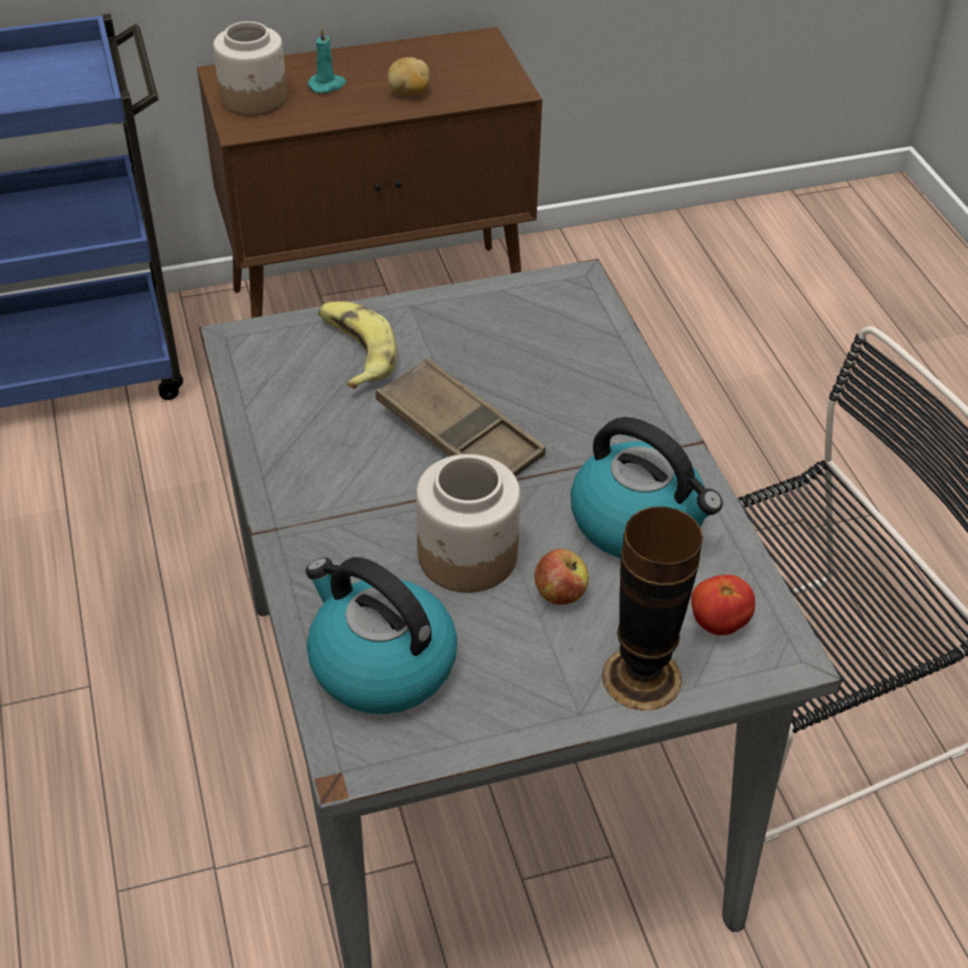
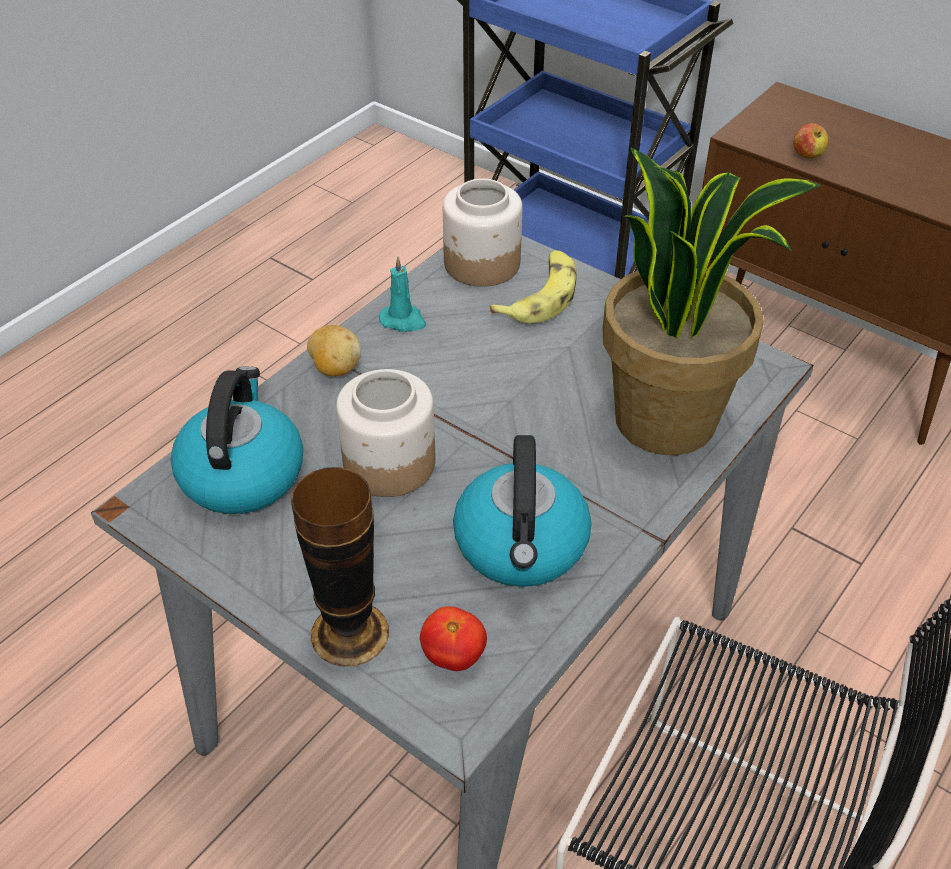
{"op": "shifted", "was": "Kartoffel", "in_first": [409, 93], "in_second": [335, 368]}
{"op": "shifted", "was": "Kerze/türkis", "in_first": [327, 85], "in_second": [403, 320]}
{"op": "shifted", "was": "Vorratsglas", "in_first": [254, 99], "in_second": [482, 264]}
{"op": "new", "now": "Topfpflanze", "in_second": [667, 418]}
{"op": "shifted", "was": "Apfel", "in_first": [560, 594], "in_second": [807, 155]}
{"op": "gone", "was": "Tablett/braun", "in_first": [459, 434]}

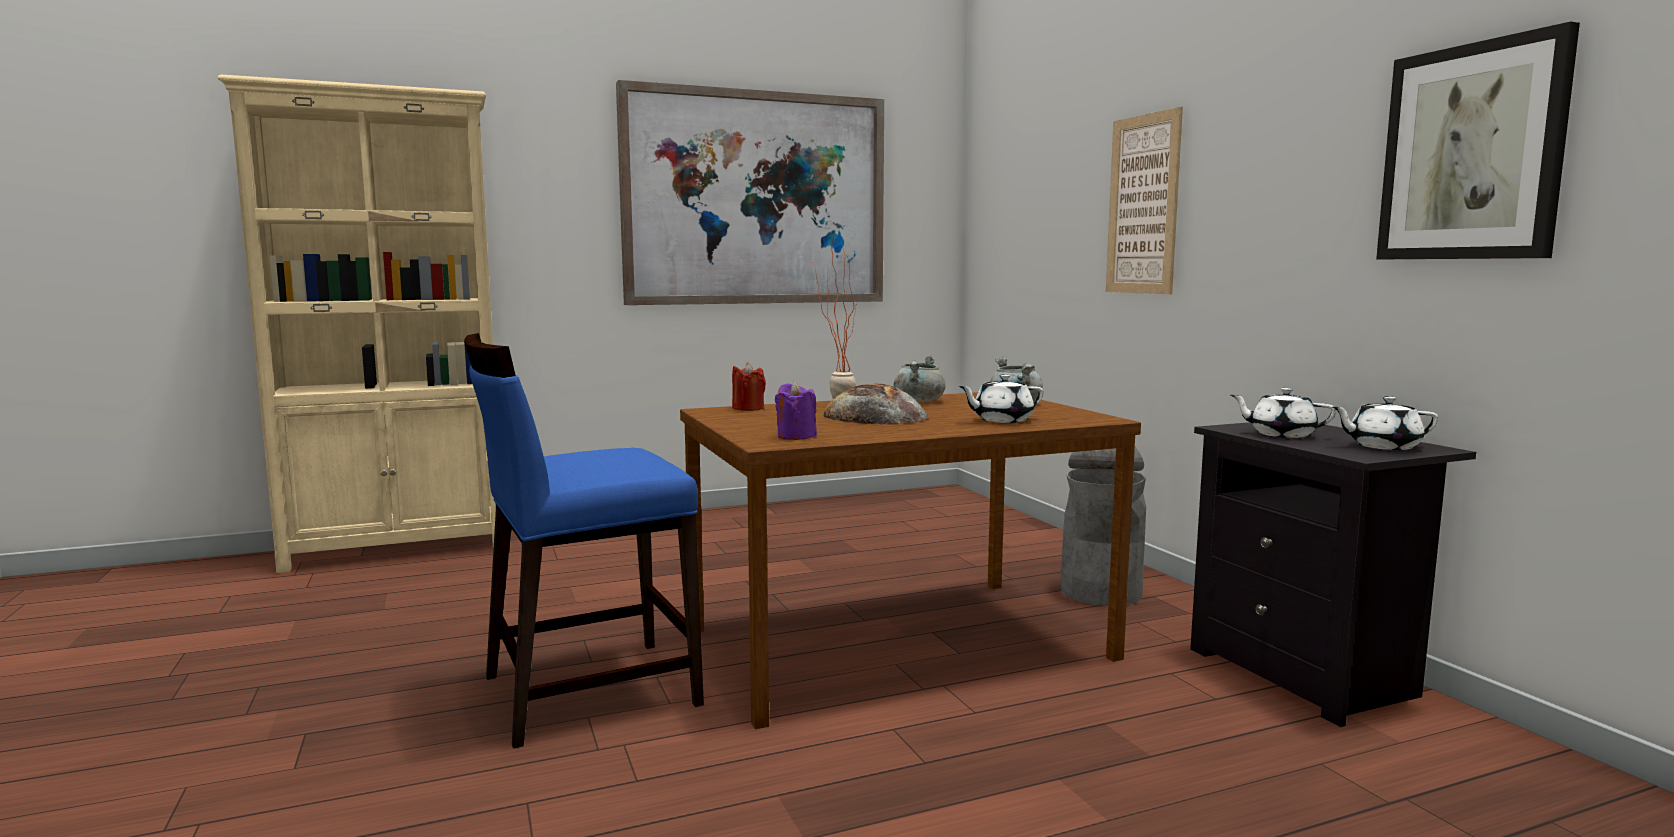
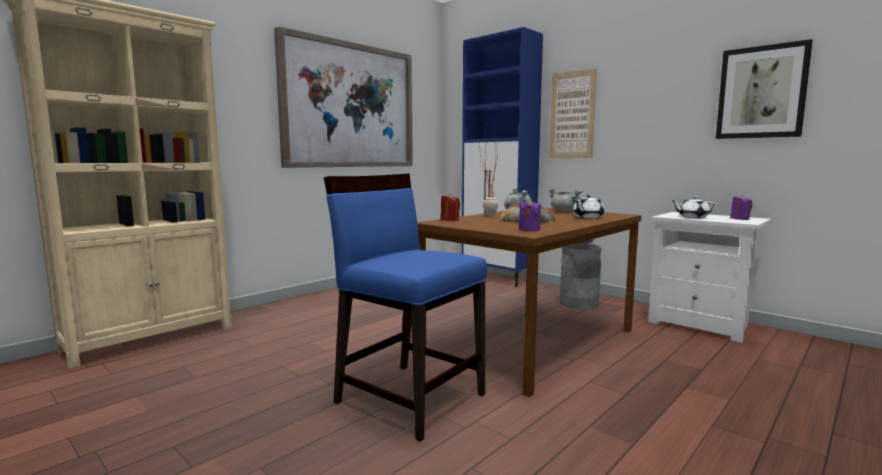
{"op": "rotated", "was": "Stuhl/blau", "in_first": [587, 690], "in_second": [410, 397], "clockwise": 90}
{"op": "new", "now": "Schrank/blau", "in_second": [498, 278]}
{"op": "repainted", "was": "Nachttisch/schwarz", "now": "Nachttisch/weiß", "in_first": [1307, 675], "in_second": [701, 324]}
{"op": "swapped", "was": "Teekanne/weiß", "now": "Kerze/lila", "in_first": [1382, 446], "in_second": [740, 219]}

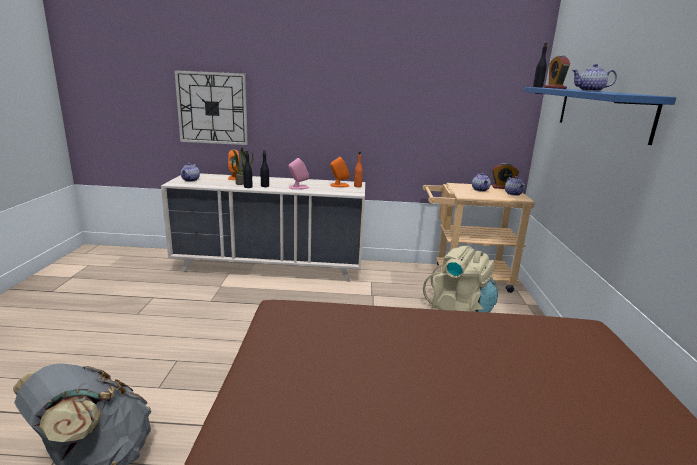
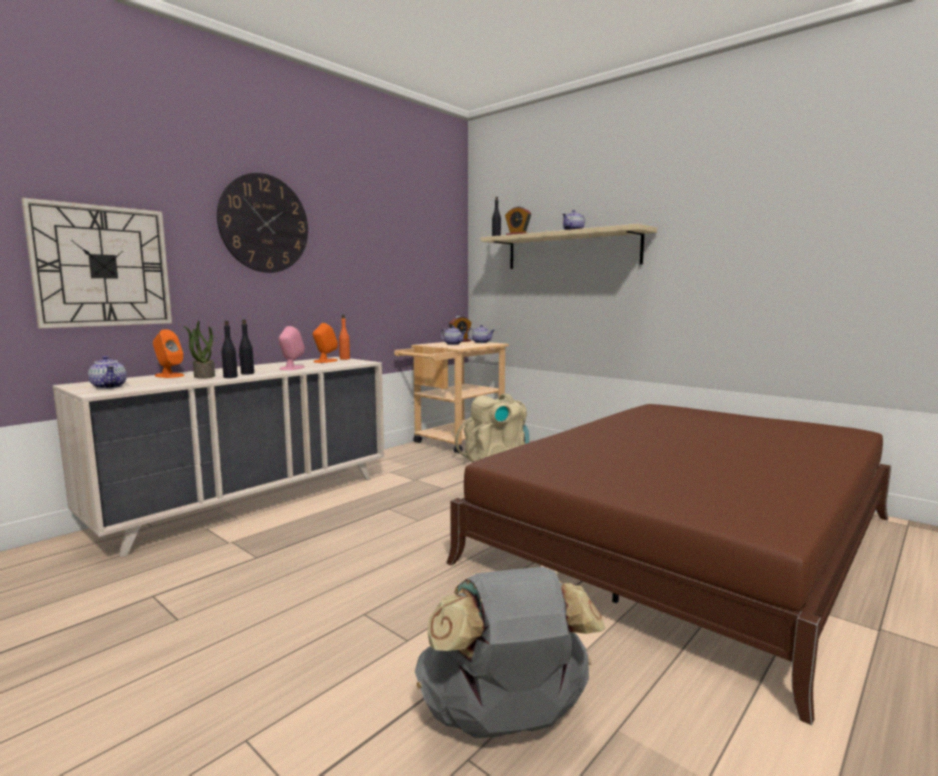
{"op": "new", "now": "Wanduhr", "in_second": [264, 223]}
{"op": "repainted", "was": "Wandregal/blau", "now": "Wandregal/beige", "in_first": [602, 112], "in_second": [571, 250]}

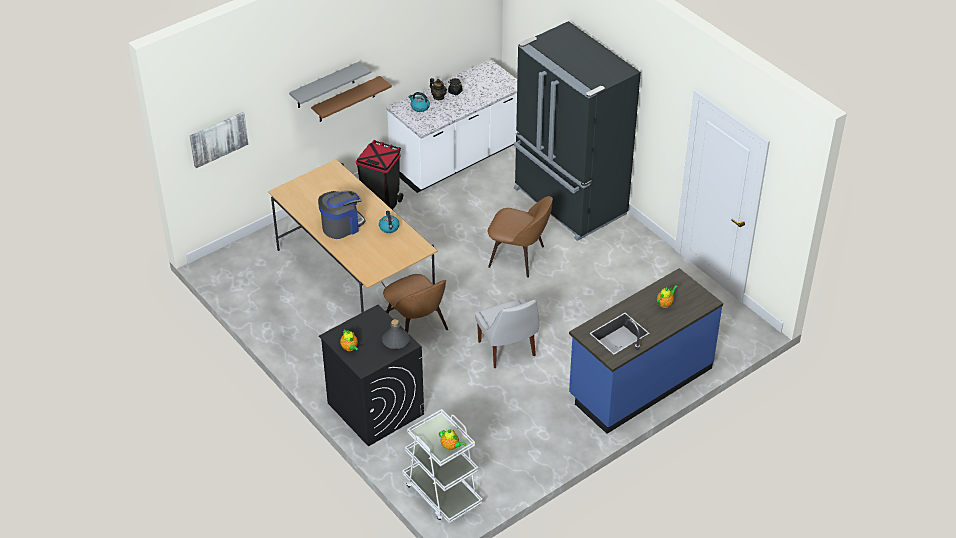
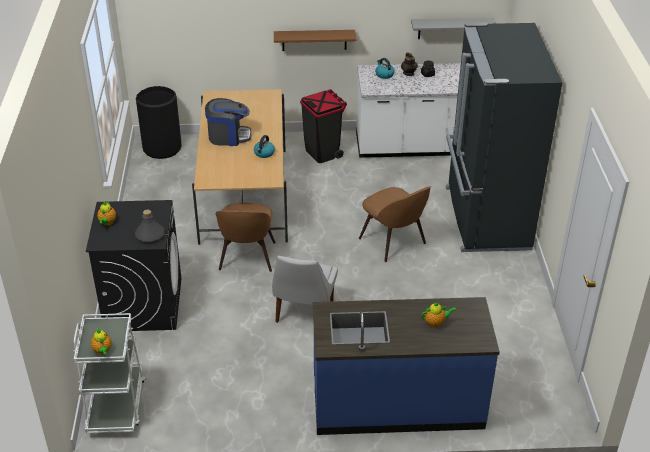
{"op": "new", "now": "Mülleimer/schwarz", "in_second": [162, 148]}
{"op": "shifted", "was": "Wandregal/grau", "in_first": [325, 85], "in_second": [450, 28]}
{"op": "gone", "was": "Bild", "in_first": [218, 139]}

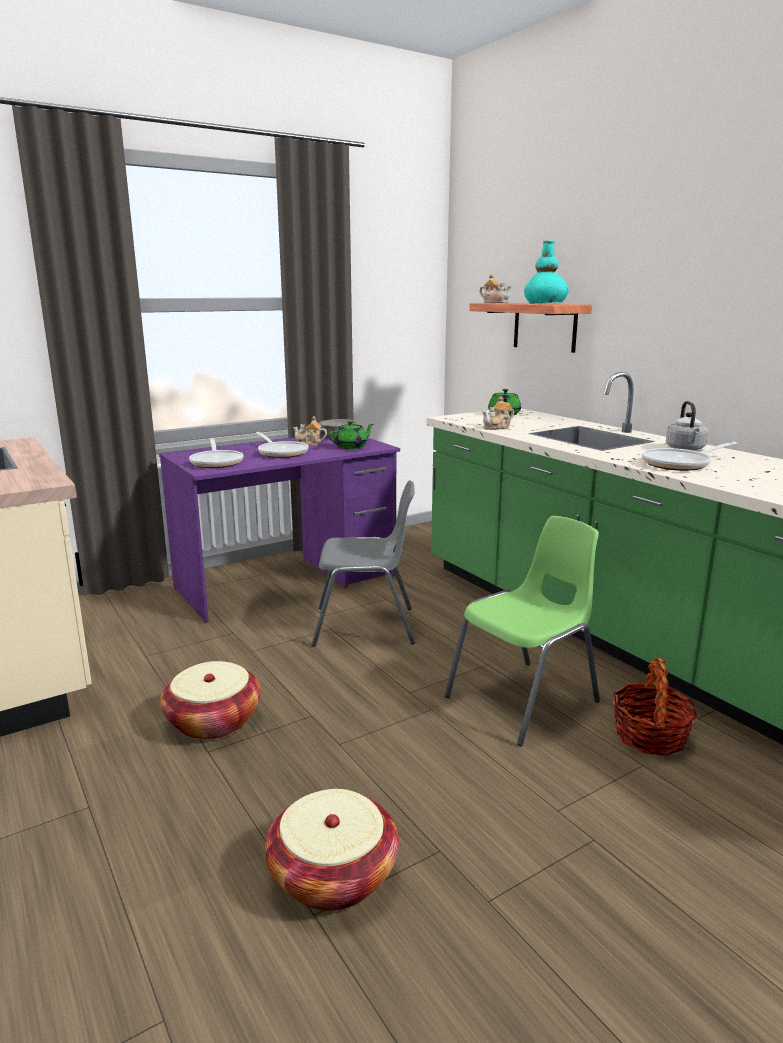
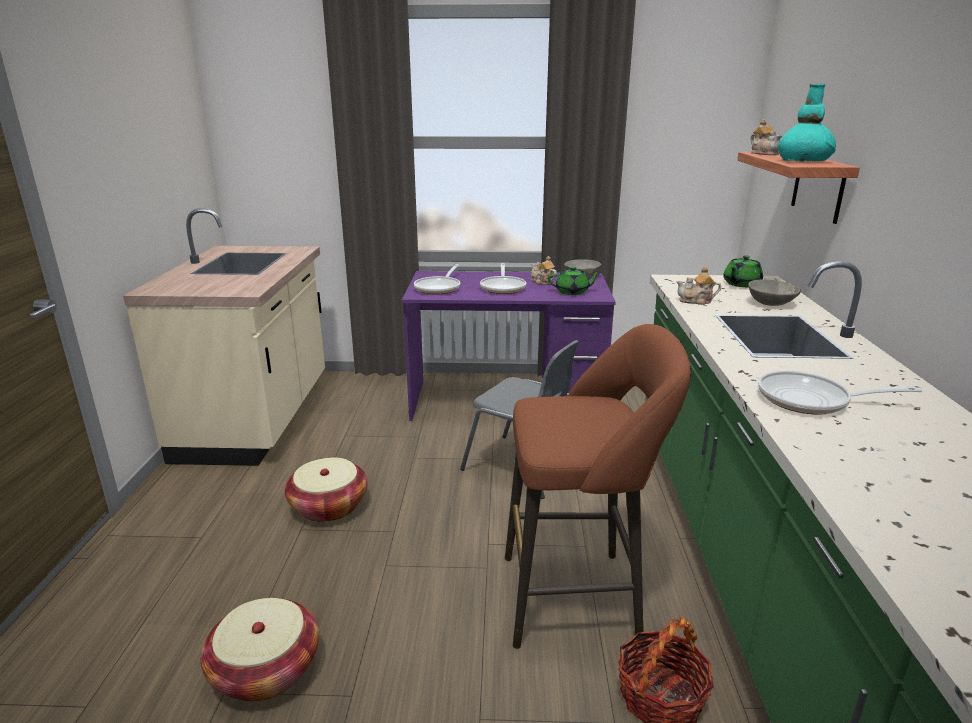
{"op": "swapped", "was": "Stuhl/grün", "now": "Hocker/braun", "in_first": [525, 700], "in_second": [578, 597]}
{"op": "new", "now": "Schüssel/grau", "in_second": [770, 303]}
{"op": "gone", "was": "Wasserkessel/grau", "in_first": [686, 449]}

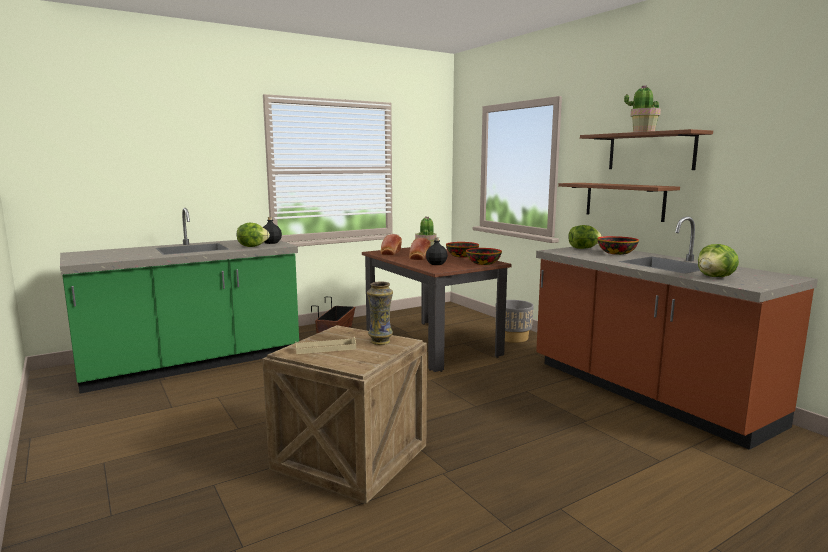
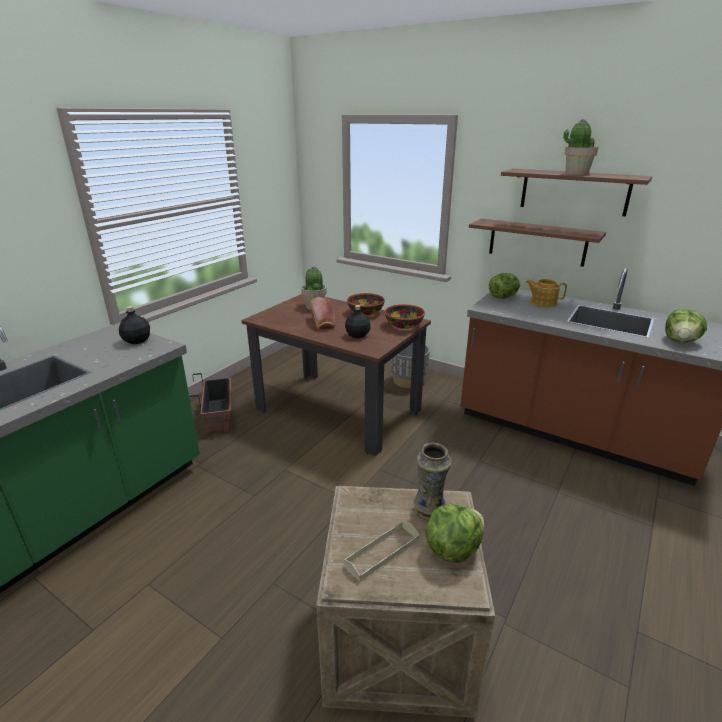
{"op": "shifted", "was": "Salatkopf", "in_first": [252, 246], "in_second": [452, 548]}
{"op": "swapped", "was": "Schüssel", "now": "Teekanne", "in_first": [617, 253], "in_second": [543, 302]}
{"op": "gone", "was": "Brot", "in_first": [390, 253]}

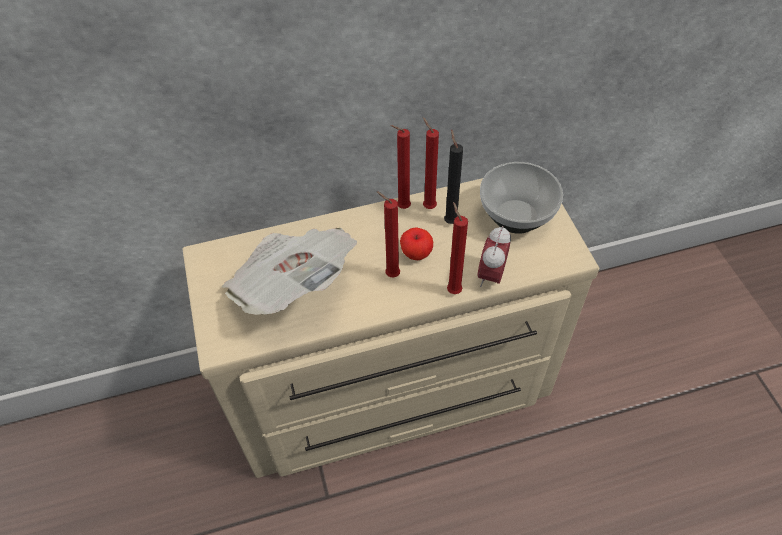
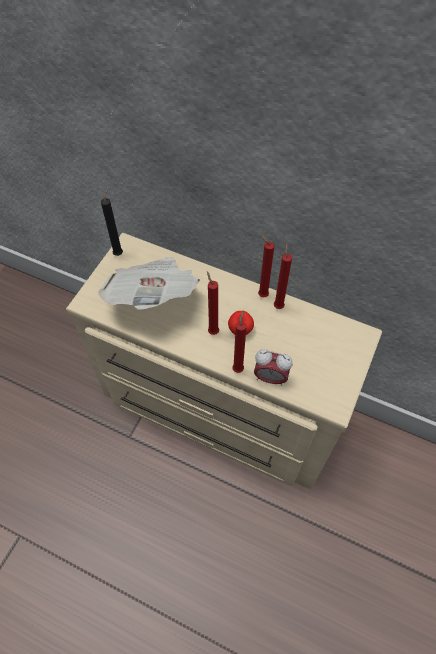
{"op": "shifted", "was": "Kerze/schwarz", "in_first": [450, 220], "in_second": [119, 253]}
{"op": "rotated", "was": "Wecker", "in_first": [491, 275], "in_second": [270, 377], "clockwise": -135}
{"op": "gone", "was": "Schüssel", "in_first": [516, 216]}

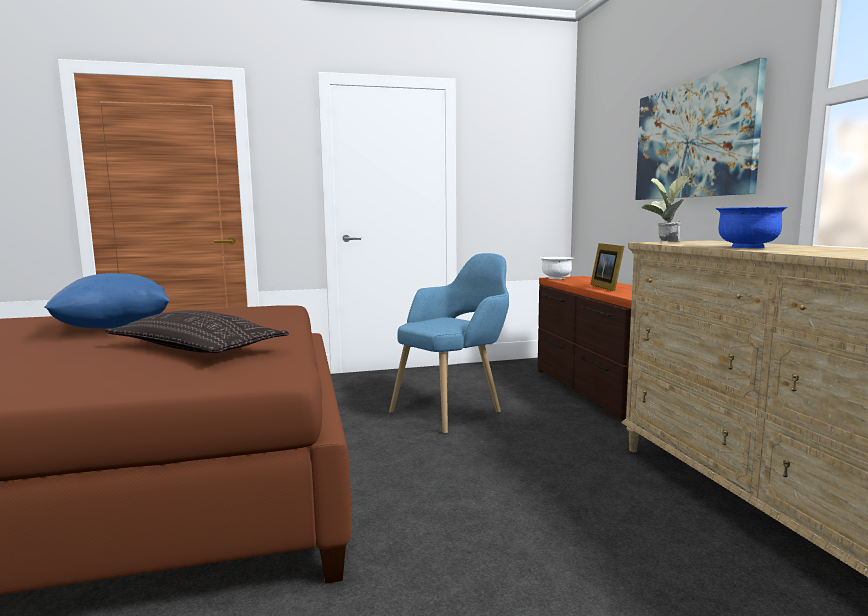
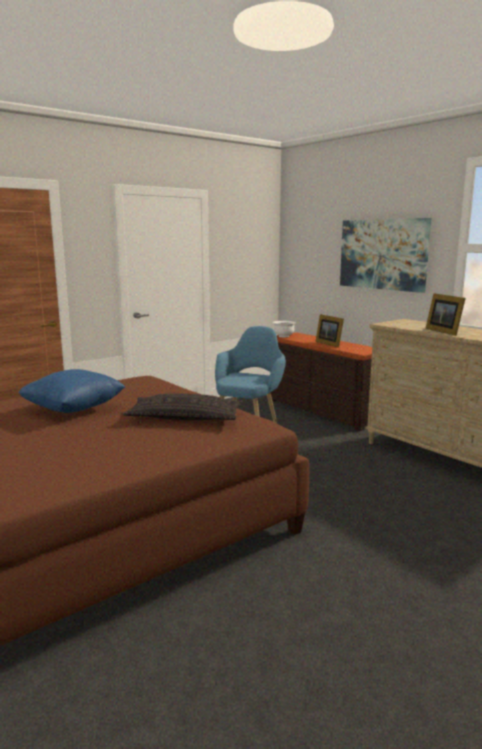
{"op": "swapped", "was": "Schüssel/blau", "now": "Bilderrahmen", "in_first": [747, 247], "in_second": [444, 331]}
{"op": "gone", "was": "Topfpflanze", "in_first": [664, 242]}

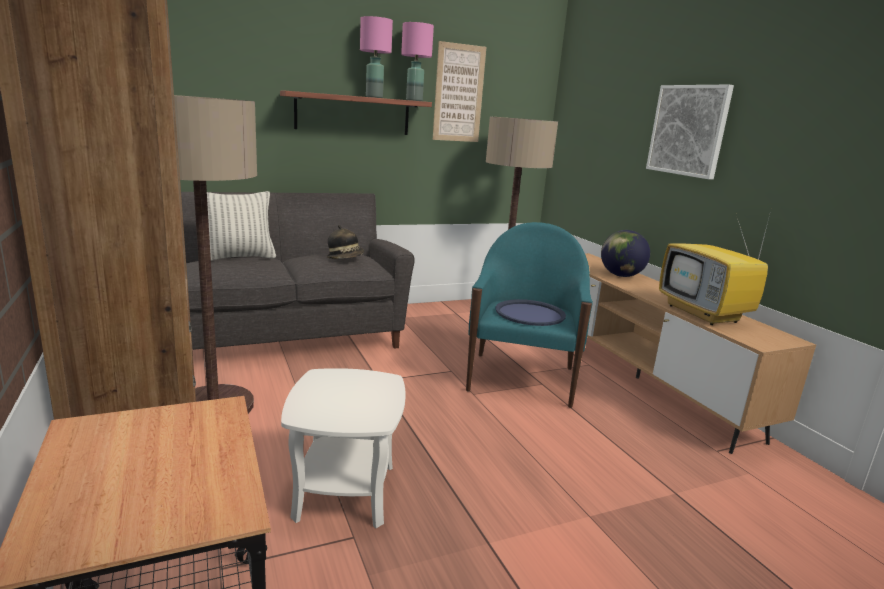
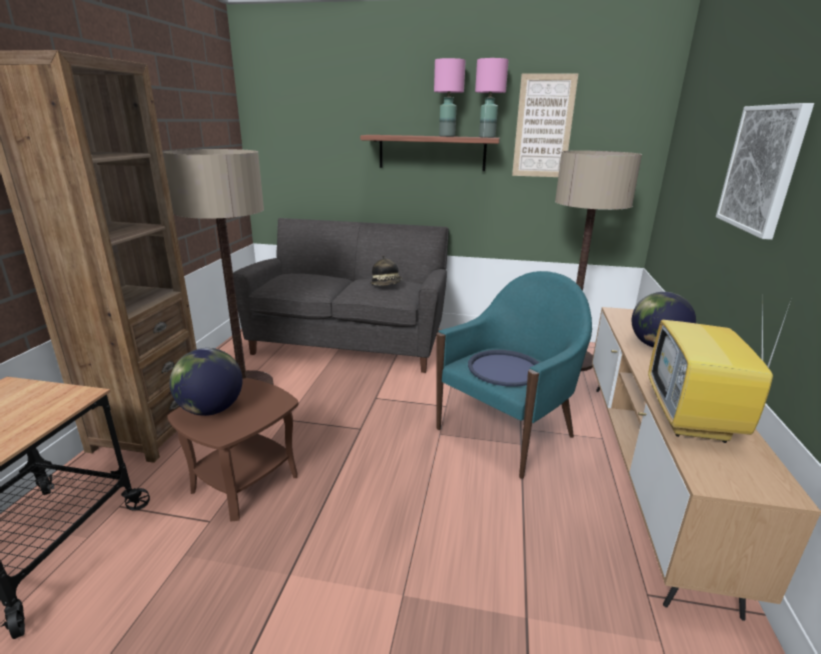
{"op": "repainted", "was": "Beistelltisch/weiß", "now": "Beistelltisch/braun", "in_first": [344, 491], "in_second": [245, 482]}
{"op": "new", "now": "Globus", "in_second": [211, 409]}
{"op": "gone", "was": "Kissen", "in_first": [238, 257]}

